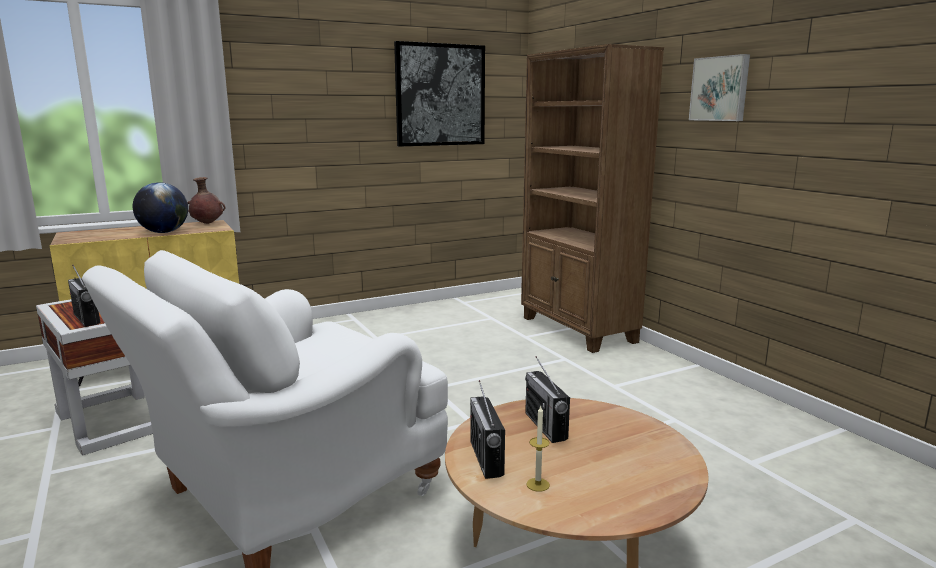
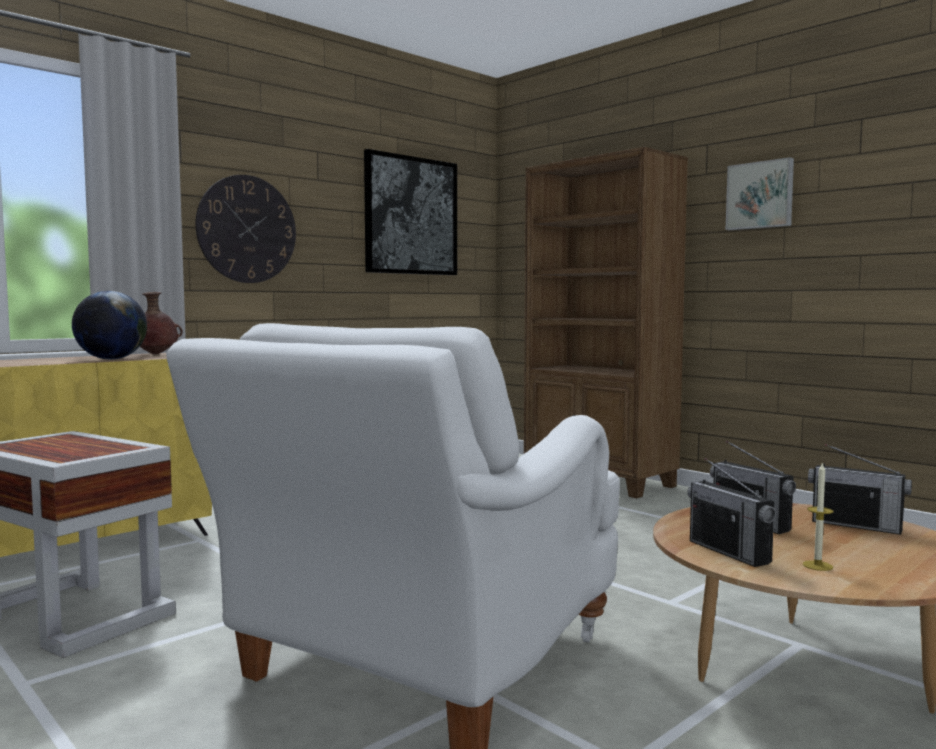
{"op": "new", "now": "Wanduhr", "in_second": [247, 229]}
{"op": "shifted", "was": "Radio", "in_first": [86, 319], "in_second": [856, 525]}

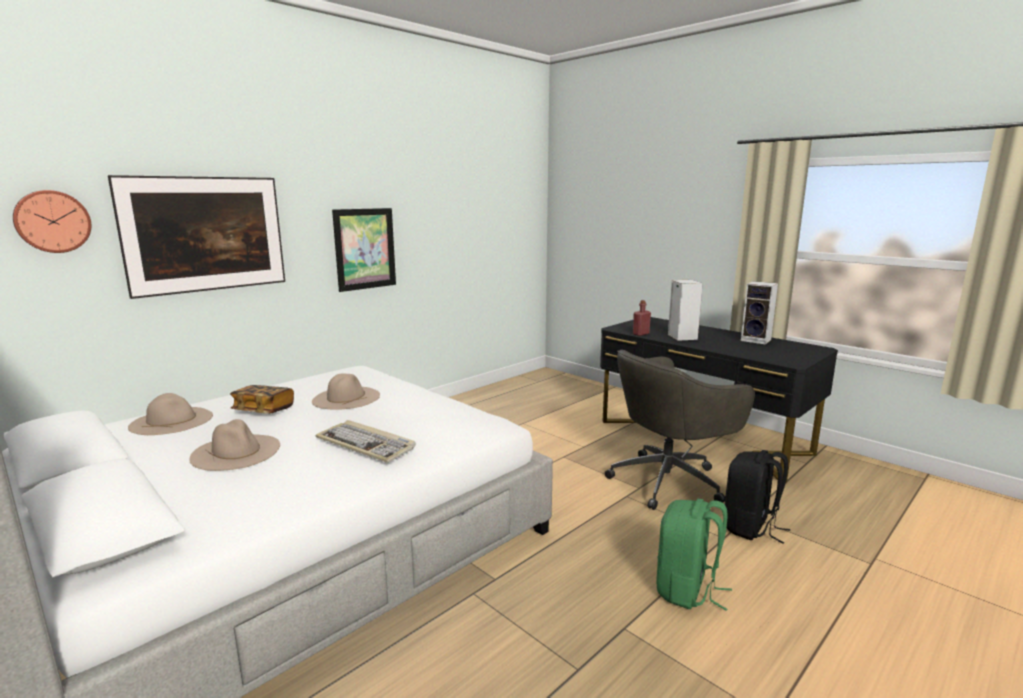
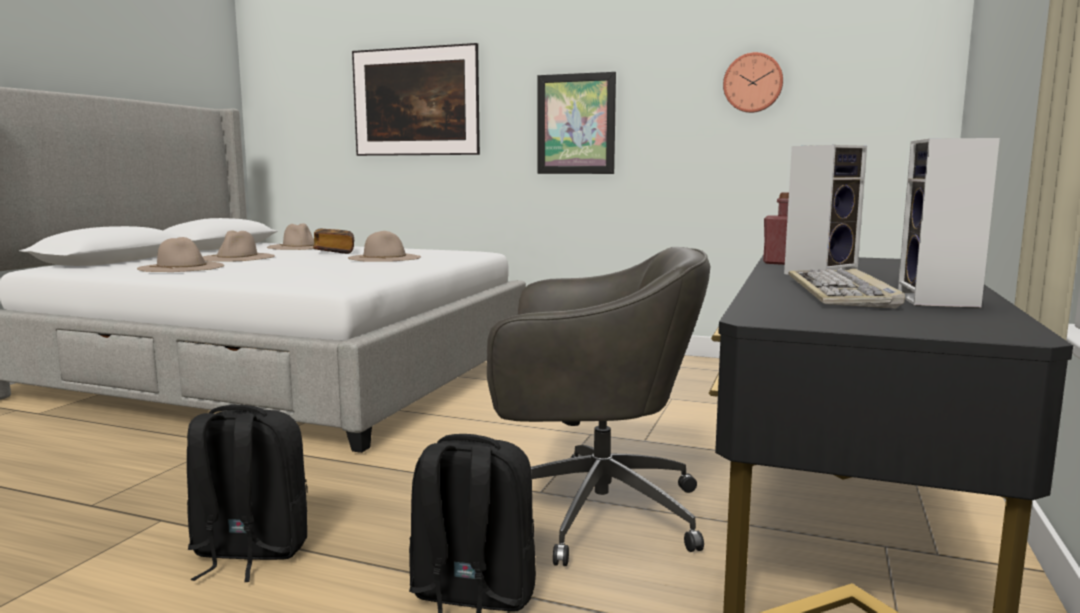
{"op": "new", "now": "Hut/beige", "in_second": [182, 267]}
{"op": "repainted", "was": "Rucksack/grün", "now": "Rucksack/schwarz", "in_first": [687, 590], "in_second": [248, 552]}
{"op": "rotated", "was": "Bürostuhl/grau", "in_first": [669, 481], "in_second": [592, 511], "clockwise": 150}
{"op": "shifted", "was": "Wanduhr", "in_first": [52, 221], "in_second": [753, 83]}
{"op": "shifted", "was": "Tastatur", "in_first": [367, 444], "in_second": [841, 293]}

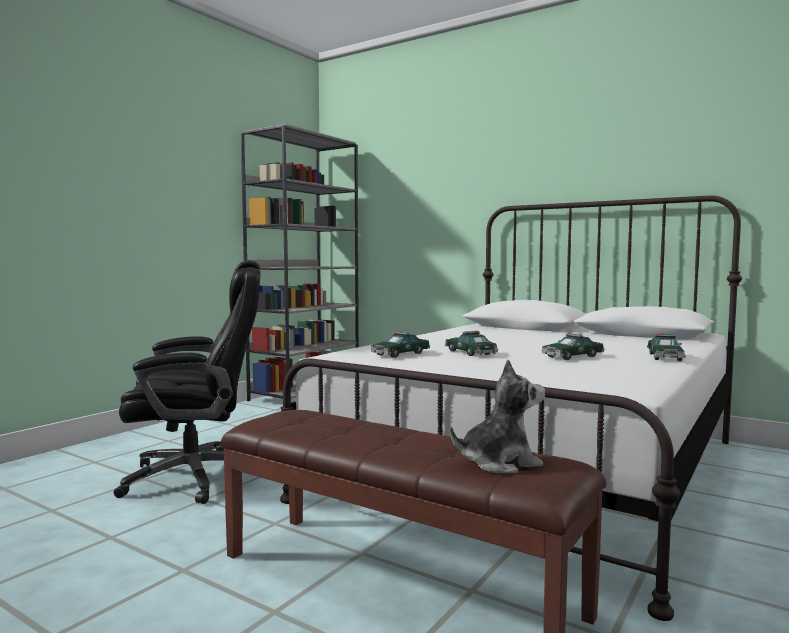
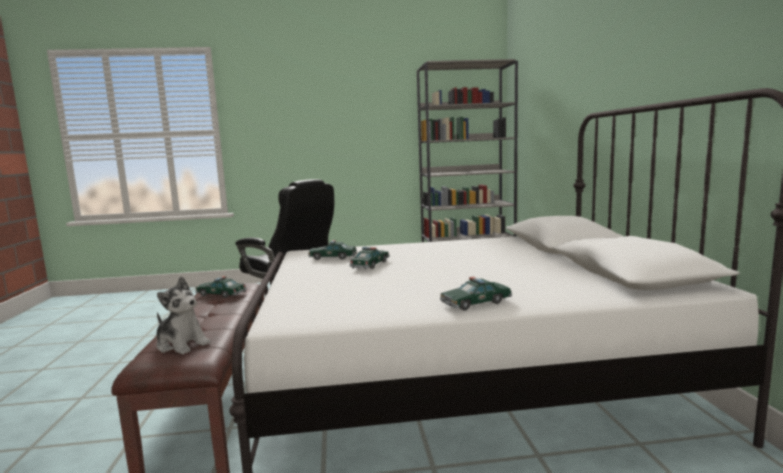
{"op": "shifted", "was": "Spielzeugauto", "in_first": [572, 356], "in_second": [221, 294]}

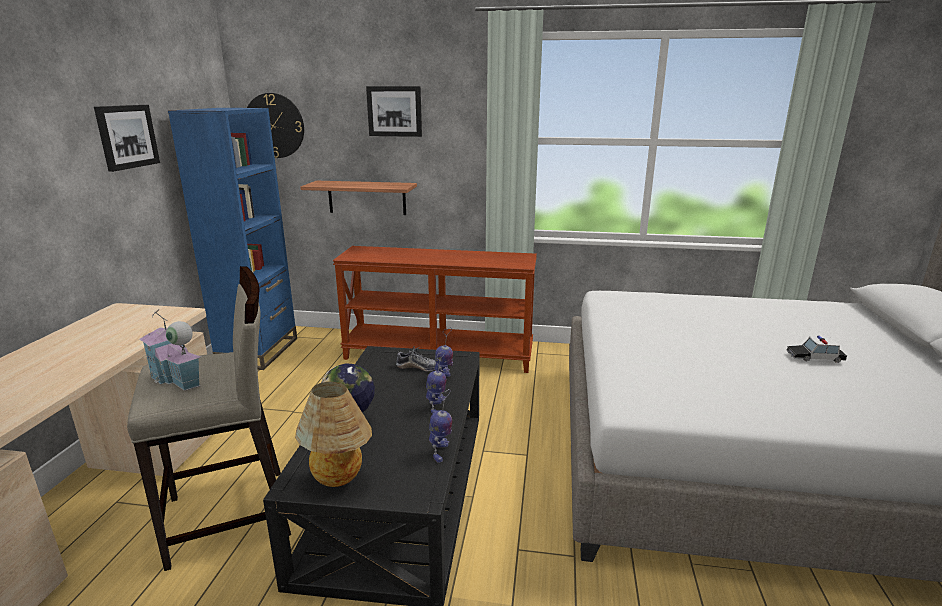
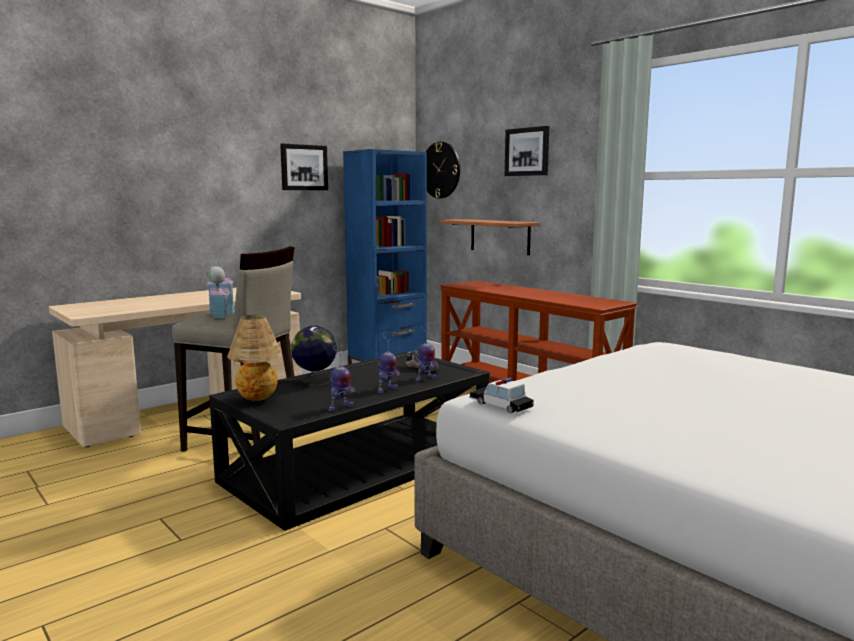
{"op": "shifted", "was": "Spielzeugauto", "in_first": [814, 357], "in_second": [500, 405]}

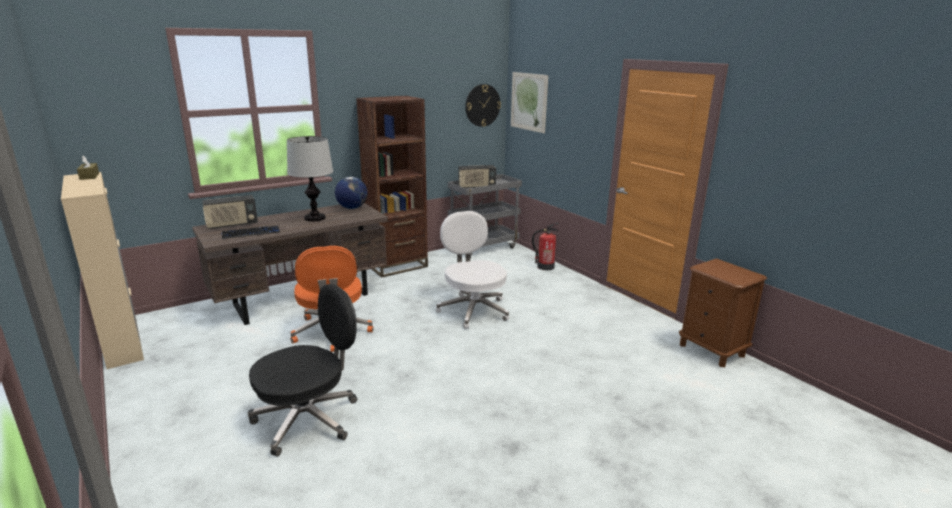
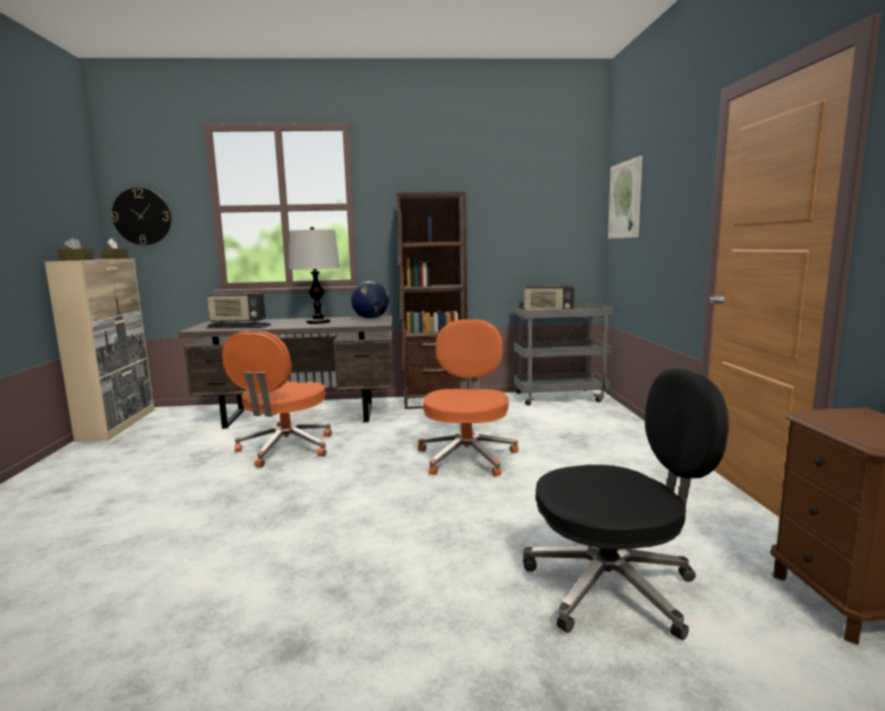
{"op": "new", "now": "Taschentuchbox/braun", "in_second": [76, 260]}
{"op": "shifted", "was": "Wanduhr", "in_first": [482, 105], "in_second": [142, 216]}
{"op": "repainted", "was": "Bürostuhl/weiß", "now": "Bürostuhl/orange", "in_first": [473, 310], "in_second": [467, 456]}
{"op": "shifted", "was": "Bürostuhl/schwarz", "in_first": [308, 419], "in_second": [614, 587]}
{"op": "gone", "was": "Feuerlöscher", "in_first": [545, 267]}

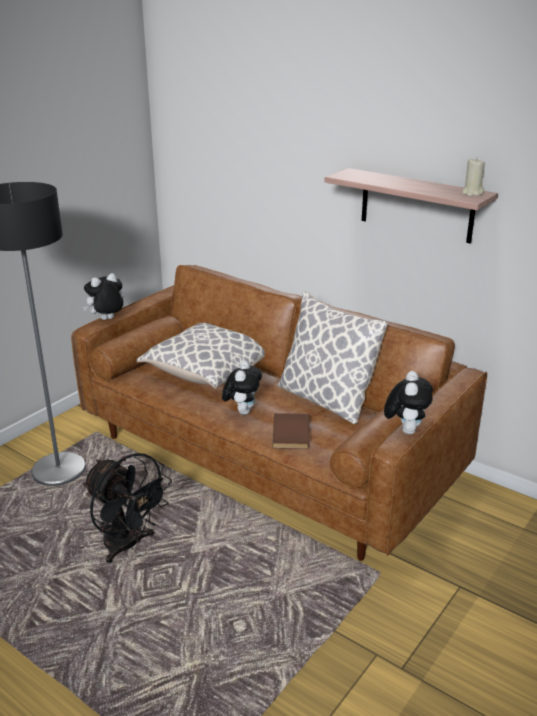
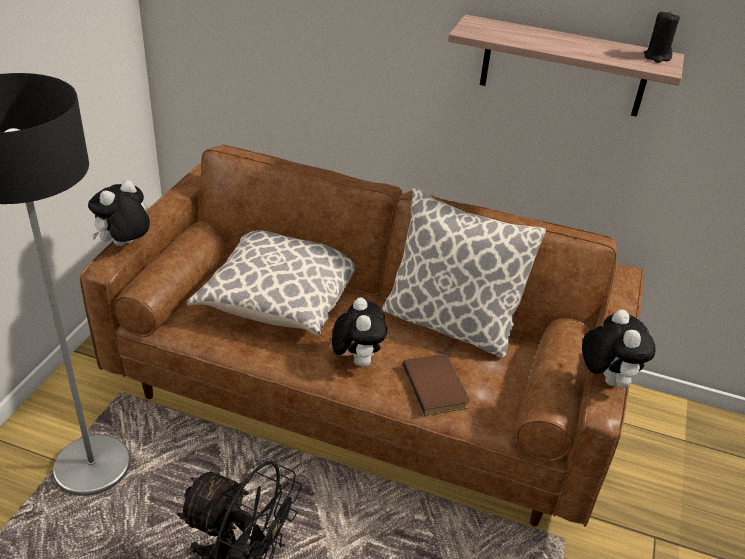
{"op": "repainted", "was": "Kerze/beige", "now": "Kerze/schwarz", "in_first": [472, 193], "in_second": [657, 57]}

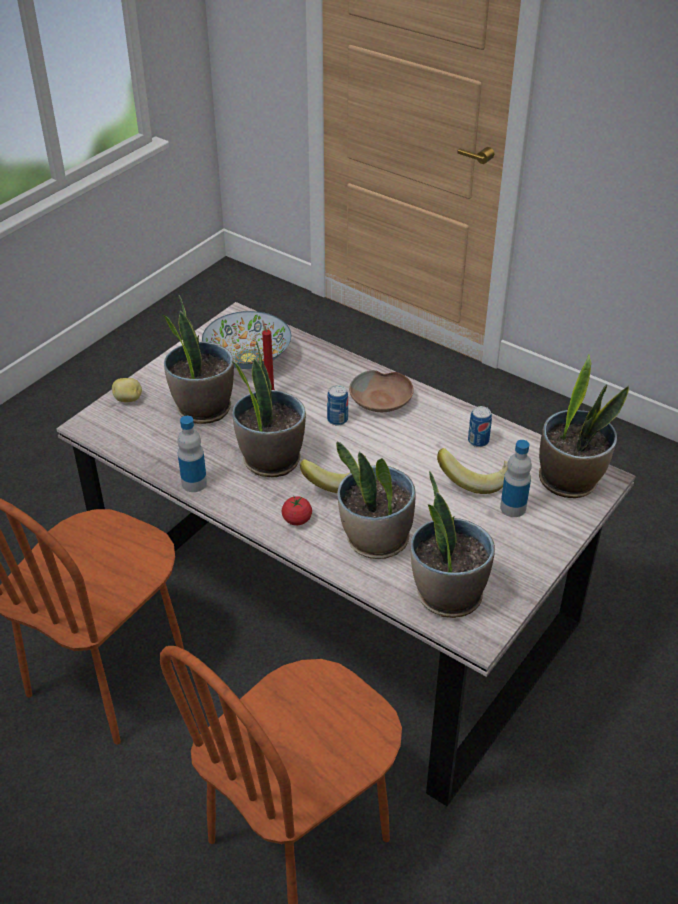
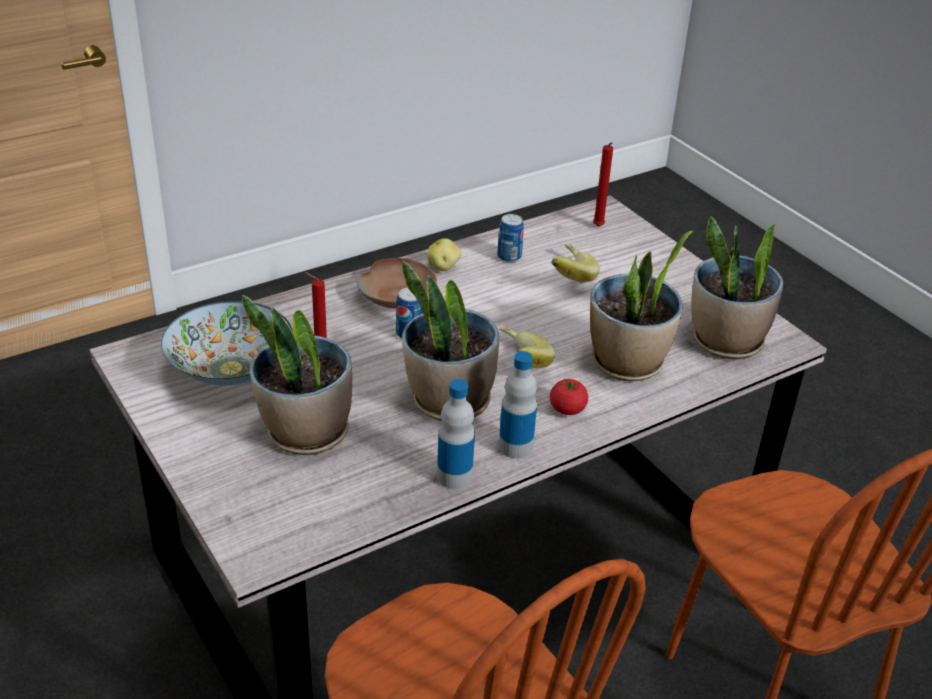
{"op": "shifted", "was": "Kartoffel", "in_first": [128, 399], "in_second": [443, 267]}
{"op": "shifted", "was": "Flasche", "in_first": [513, 508], "in_second": [515, 446]}
{"op": "swapped", "was": "Topfpflanze", "now": "Kerze/rot", "in_first": [569, 480], "in_second": [598, 227]}

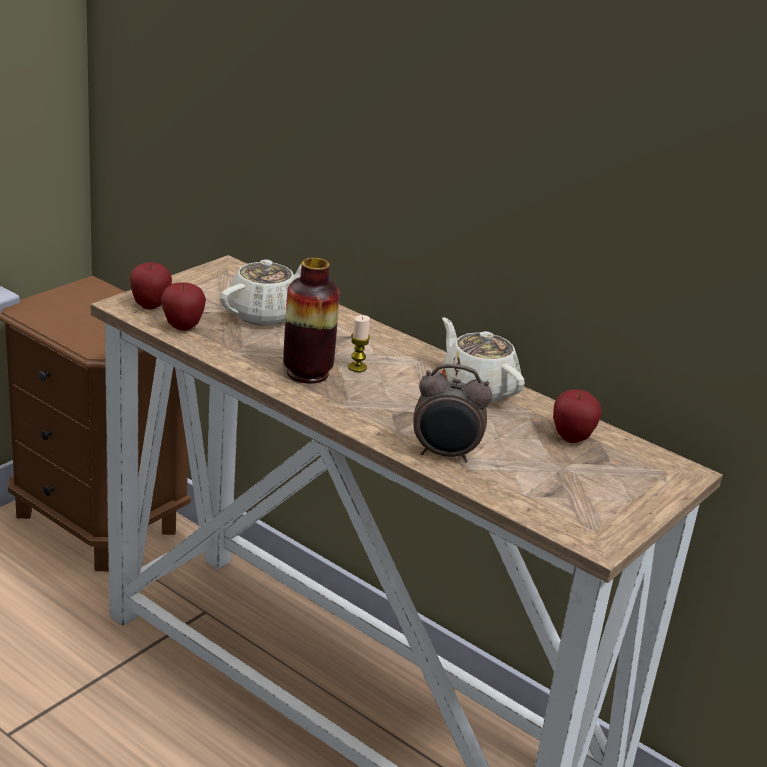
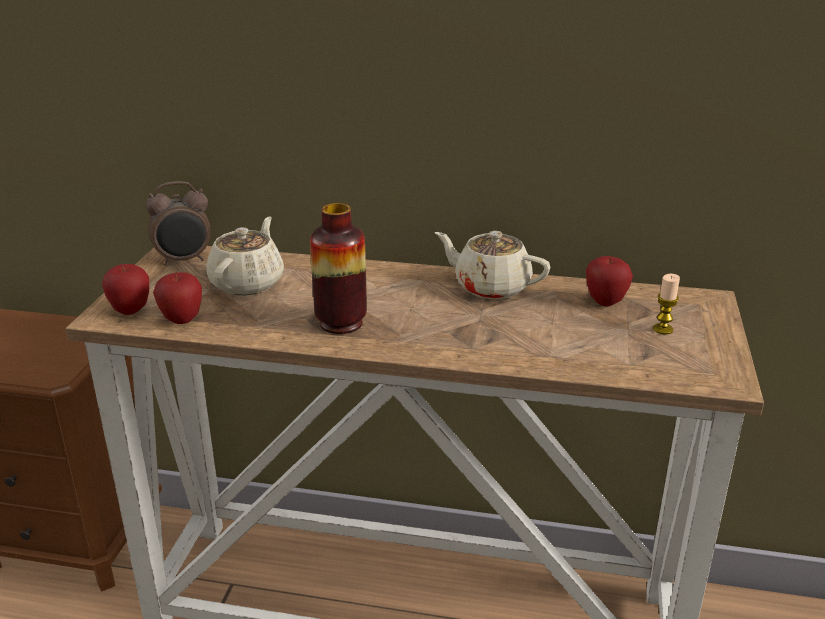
{"op": "shifted", "was": "Wecker", "in_first": [445, 455], "in_second": [184, 260]}
{"op": "shifted", "was": "Kerze", "in_first": [357, 367], "in_second": [663, 329]}

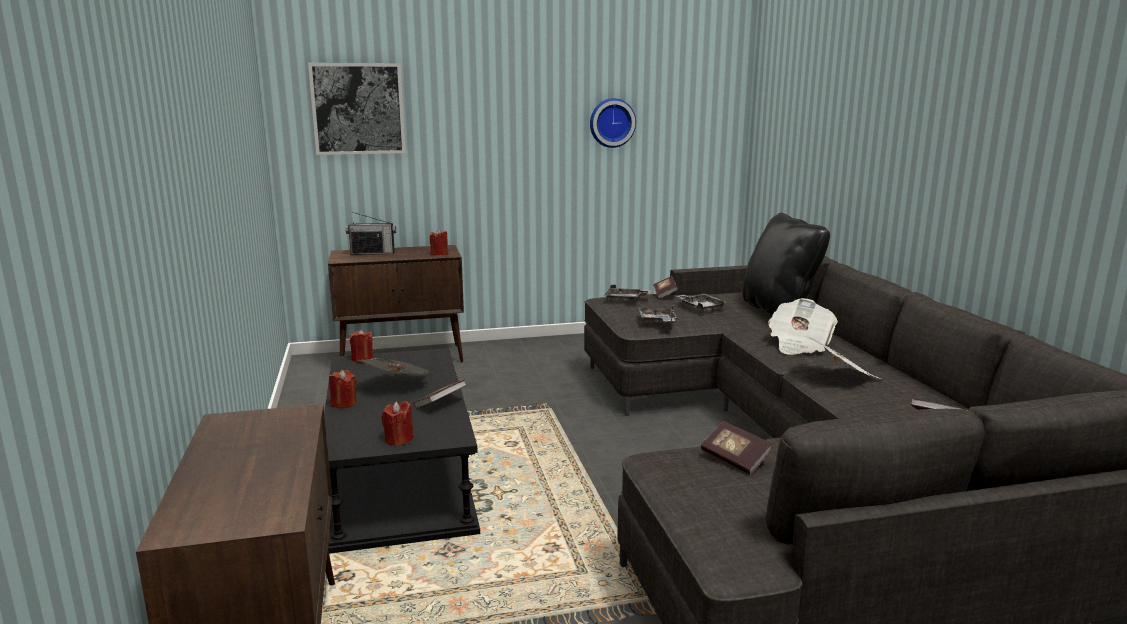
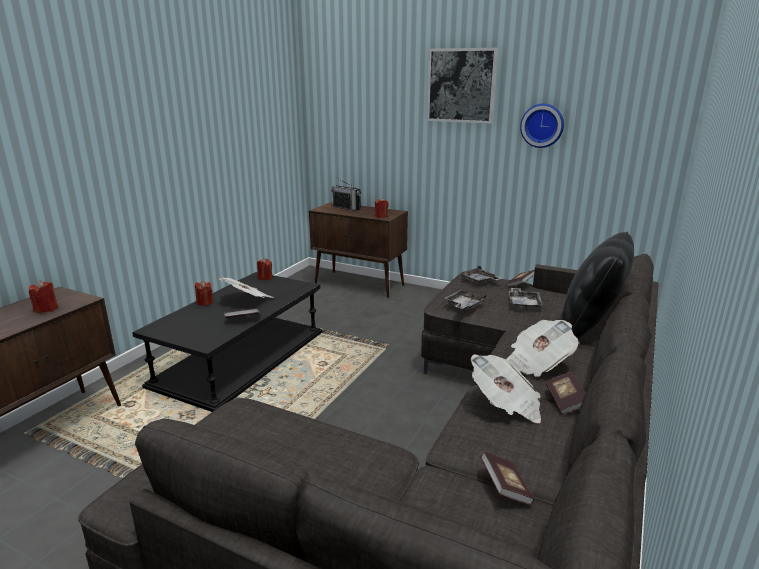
{"op": "shifted", "was": "Kerze/rot", "in_first": [399, 439], "in_second": [46, 309]}
{"op": "shifted", "was": "Bild", "in_first": [358, 108], "in_second": [461, 85]}
{"op": "shifted", "was": "Buch", "in_first": [735, 459], "in_second": [565, 401]}

